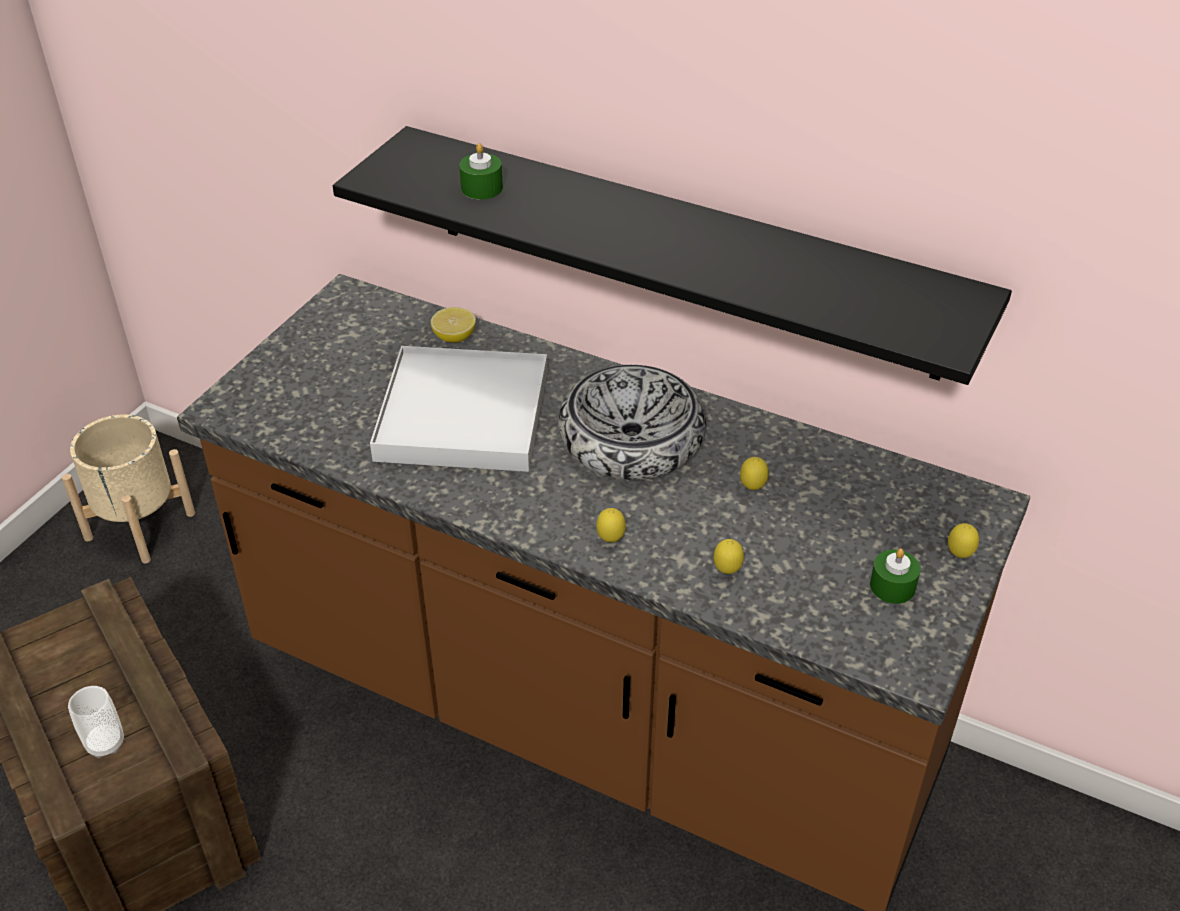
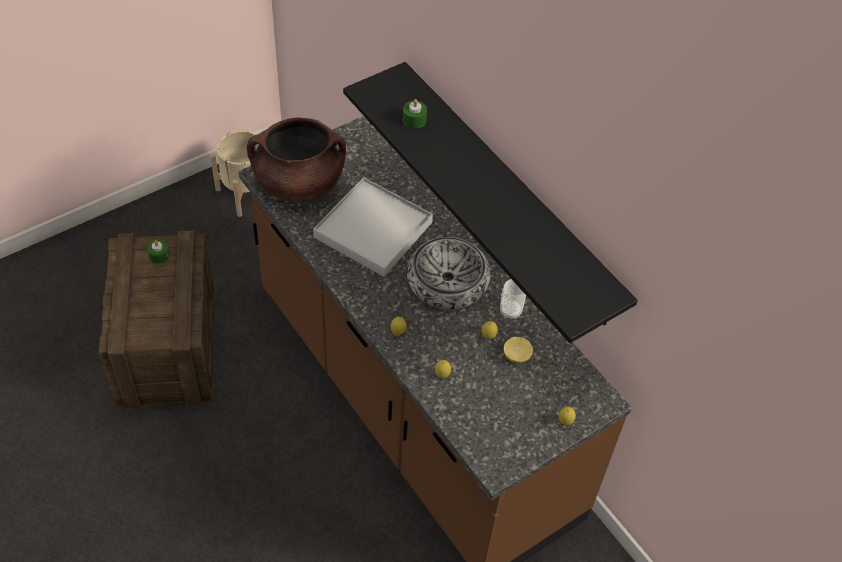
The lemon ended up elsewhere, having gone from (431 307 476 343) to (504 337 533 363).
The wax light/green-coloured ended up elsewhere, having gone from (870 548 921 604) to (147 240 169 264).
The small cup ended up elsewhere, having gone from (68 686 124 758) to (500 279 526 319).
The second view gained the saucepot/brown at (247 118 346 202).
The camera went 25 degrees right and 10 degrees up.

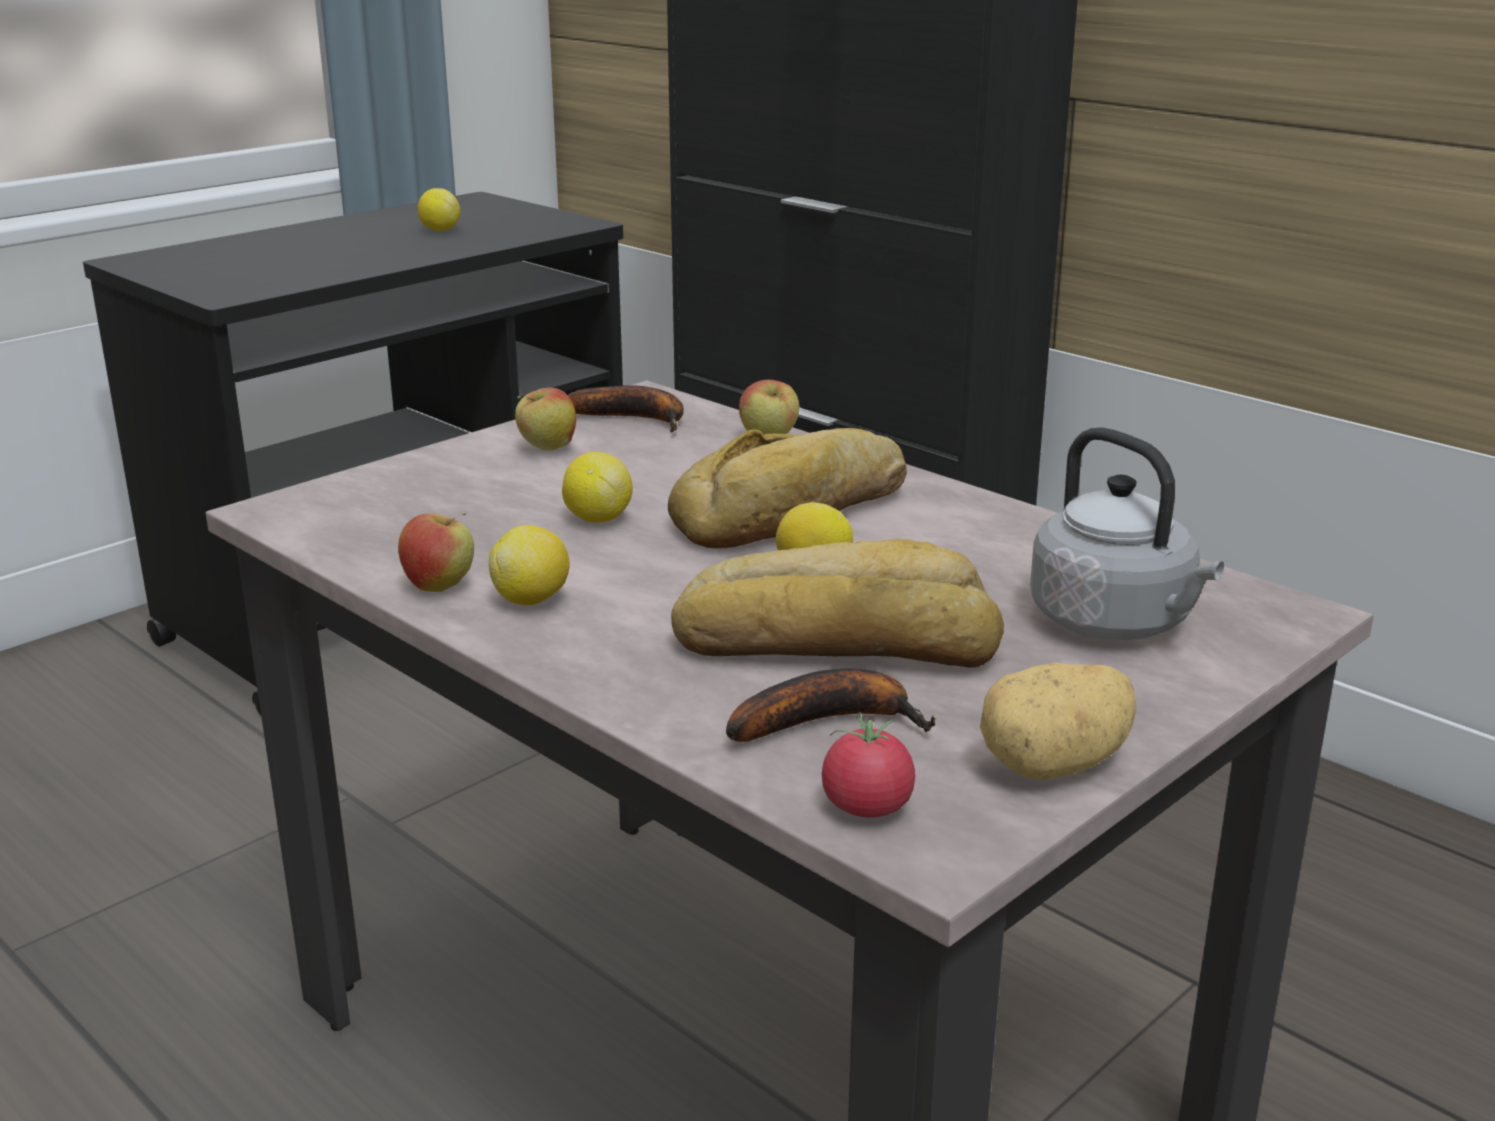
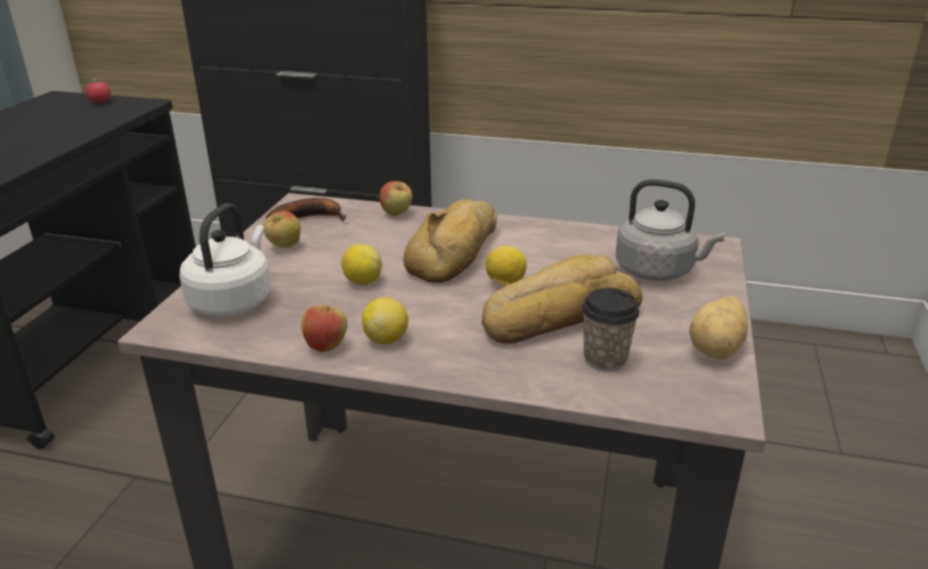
The second view lost the lemon at (418 188 460 231).
Where the whole banana stood at (726 668 936 742), the small cup came to stand at (582 288 640 371).
The tomato ended up elsewhere, having gone from (822 712 915 817) to (85 77 111 103).
The second view gained the tea kettle/whitish at (179 203 271 317).
The camera went 30 degrees left and 5 degrees up.

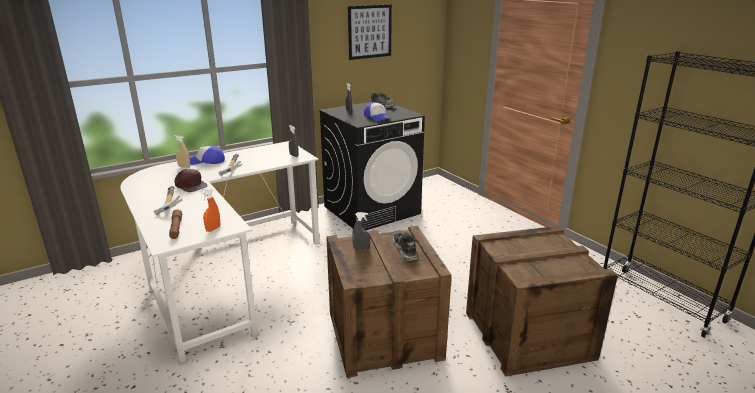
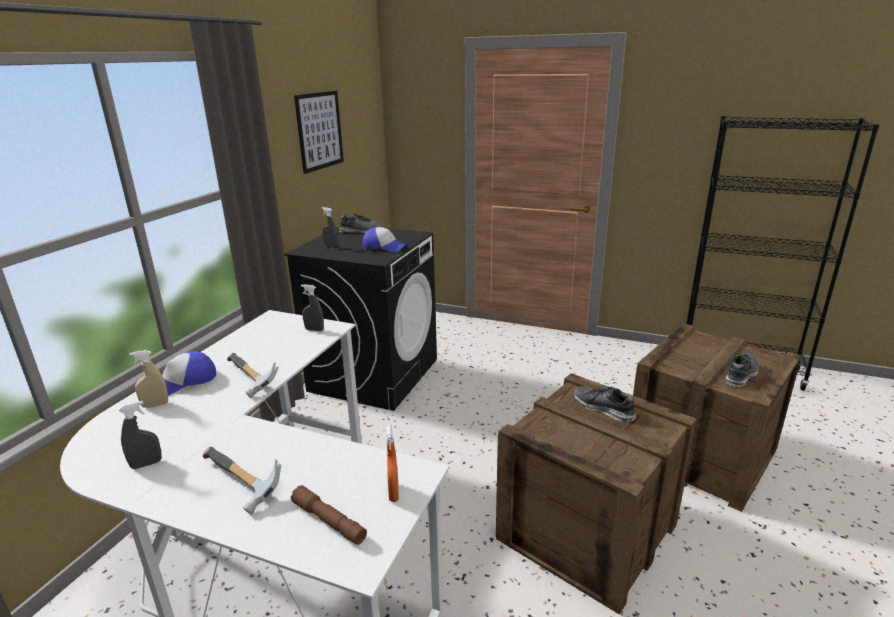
The second view lost the peaked cap/brown at (174 169 208 192).
The sprayer/greyish ended up elsewhere, having gone from (352 212 370 250) to (118 401 162 469).
The second view gained the shoe at (725 352 759 387).
The camera went 35 degrees left and 0 degrees up.

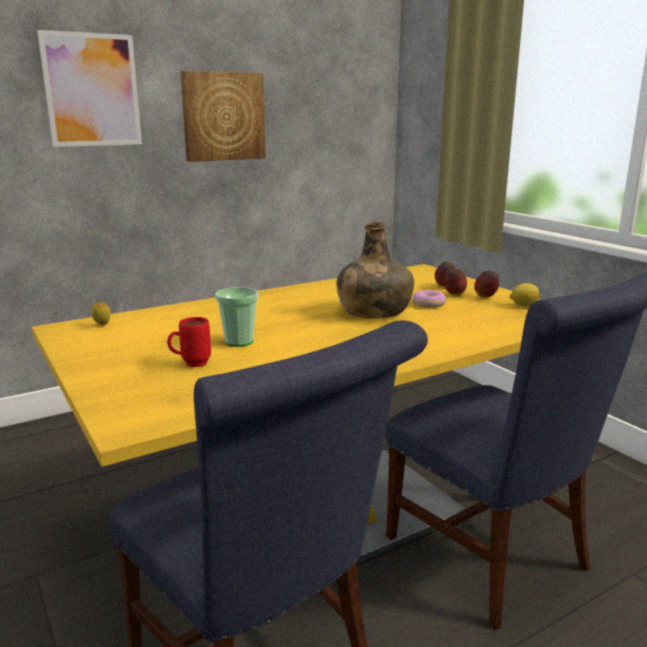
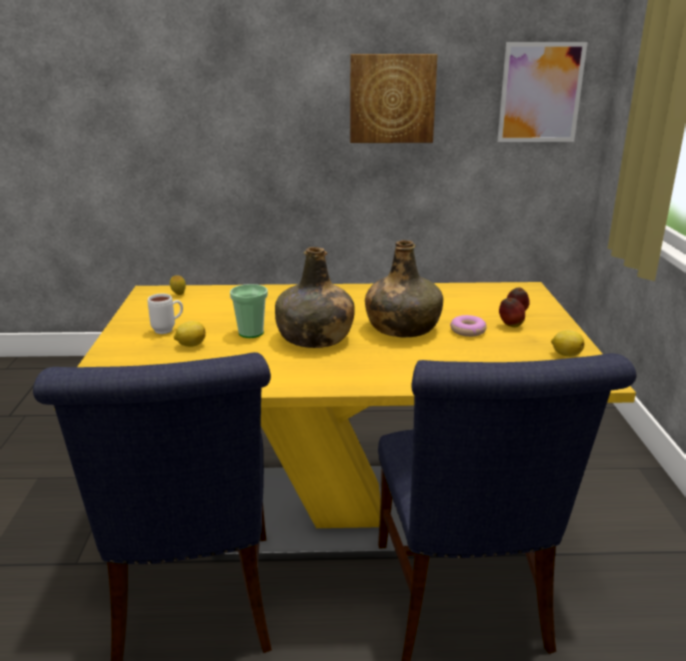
The picture ended up elsewhere, having gone from (37 30 142 147) to (497 42 587 142).
The second view lost the apple at (474 271 500 297).
Where the tea mug/red-coloured stood at (167 317 211 367), the lemon came to stand at (174 321 206 347).
The second view gained the drink bottle/green-coloured at (275 247 355 348).
The second view gained the tea mug/whitish at (148 294 183 334).
The camera went 30 degrees right and 5 degrees up.

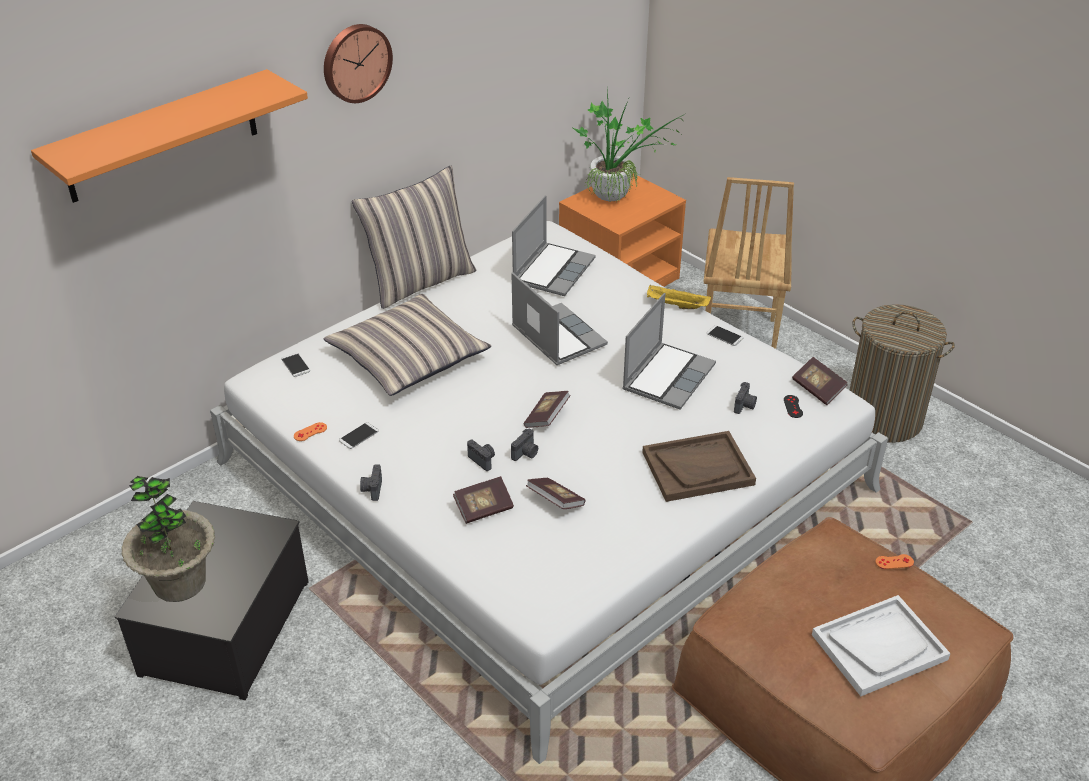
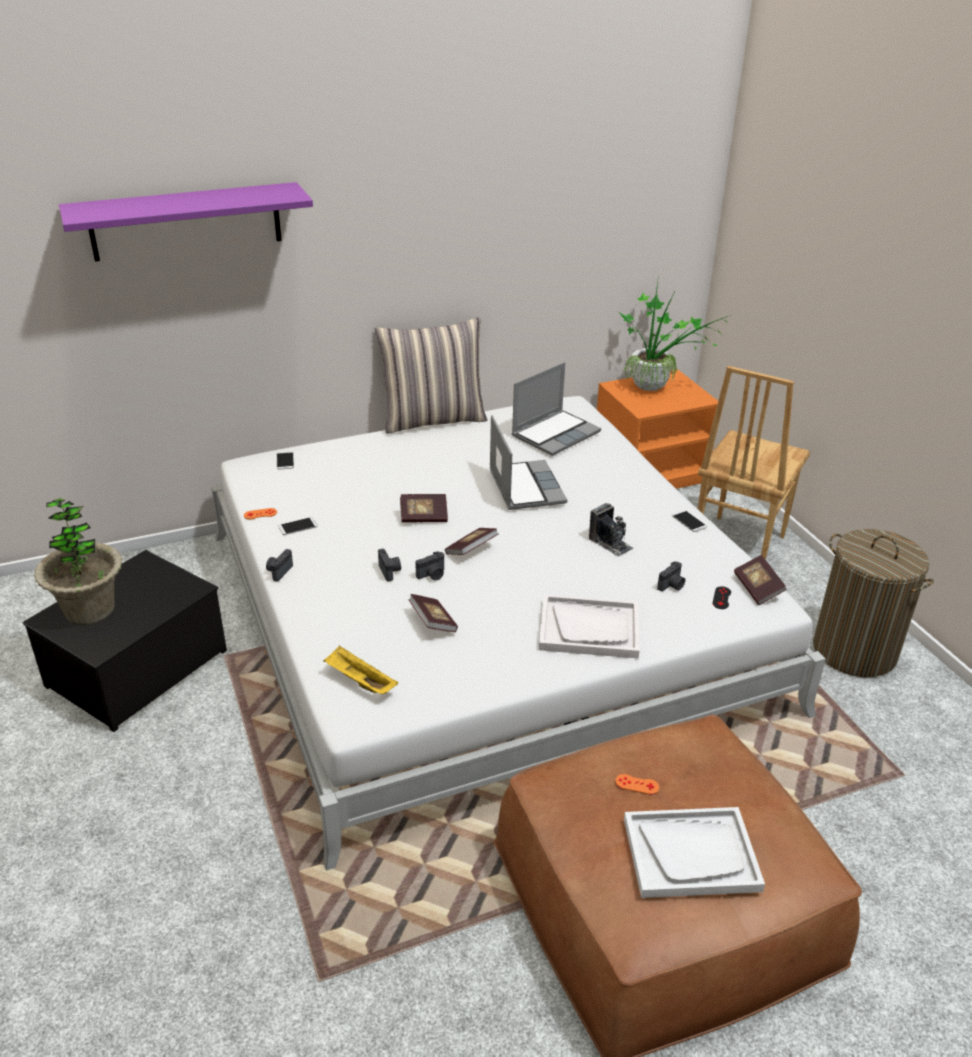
The second view lost the wall clock at (324 24 393 103).
What was the shelf/orange-coloured at (31 69 308 203) turned into the shelf/purple at (59 182 313 262).
The carrying tray/yellowish ended up elsewhere, having gone from (647 285 711 309) to (323 645 398 694).
Where the portable computer stood at (622 293 716 410), the still camera came to stand at (589 503 634 557).
The second view lost the pillow at (324 294 491 396).
What was the carrying tray/brown at (642 431 756 502) turned into the carrying tray/whitish at (539 594 640 658).
The book ended up elsewhere, having gone from (453 476 514 524) to (400 494 448 523).
The game controller/orange-coloured ended up elsewhere, having gone from (875 554 914 569) to (615 774 659 795).
The camera went 20 degrees right and 5 degrees down.

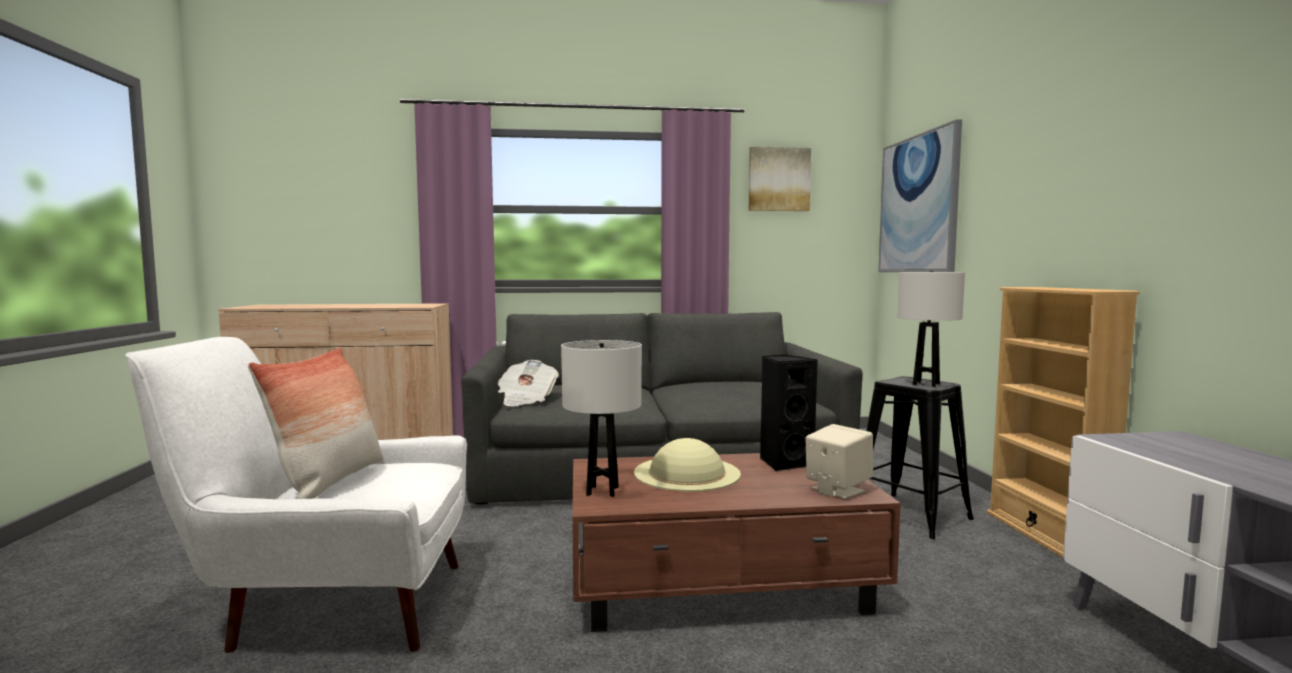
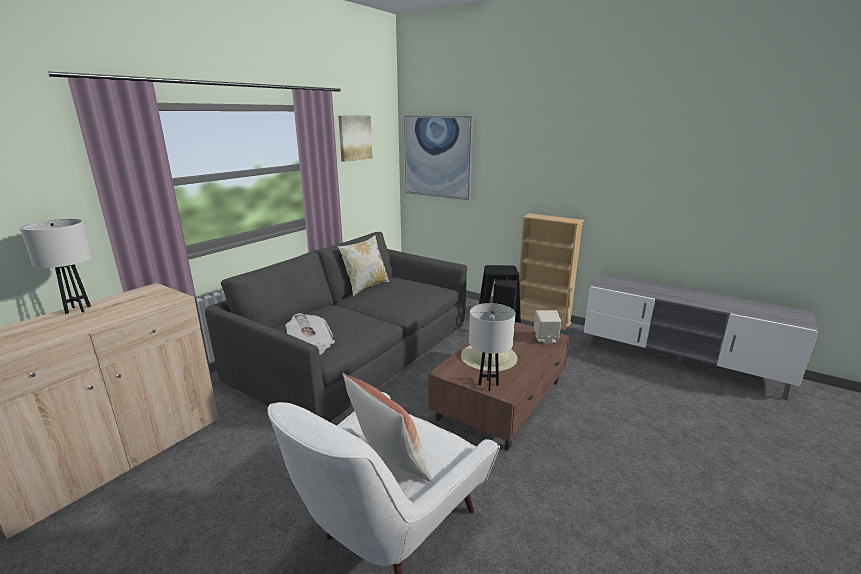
The table lamp/whitish ended up elsewhere, having gone from (898 271 965 387) to (20 219 92 314).
The second view gained the pillow at (338 235 389 296).
The camera went 50 degrees left and 15 degrees up.

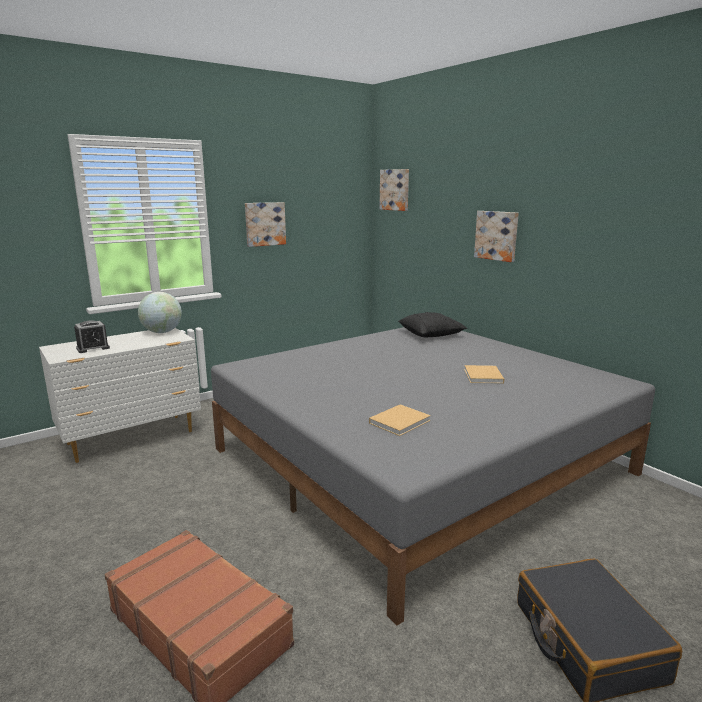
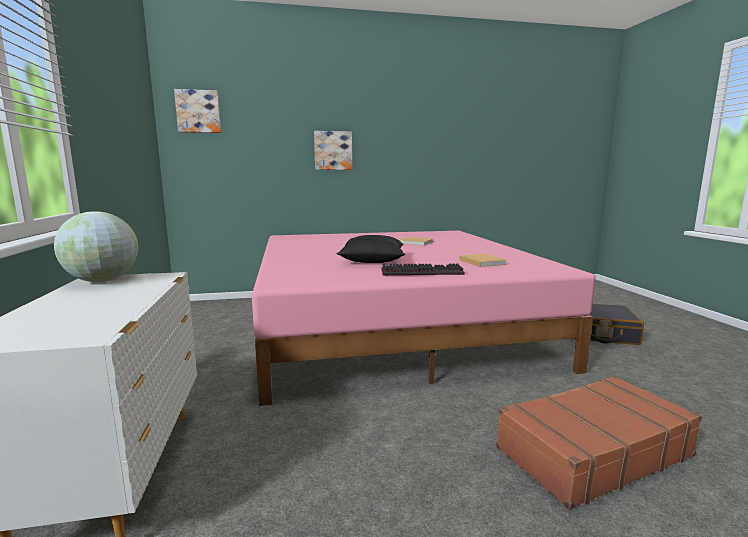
The second view lost the picture at (245 202 286 247).
The pillow/black-coloured ended up elsewhere, having gone from (398 312 467 337) to (336 235 405 263).
The second view lost the table clock at (74 320 110 353).
What was the sleeping bed/greyish at (211 327 655 626) turned into the sleeping bed/pink-coloured at (252 231 595 406).
The second view gained the computer keyboard at (381 263 465 275).
The camera went 65 degrees left and 5 degrees down.

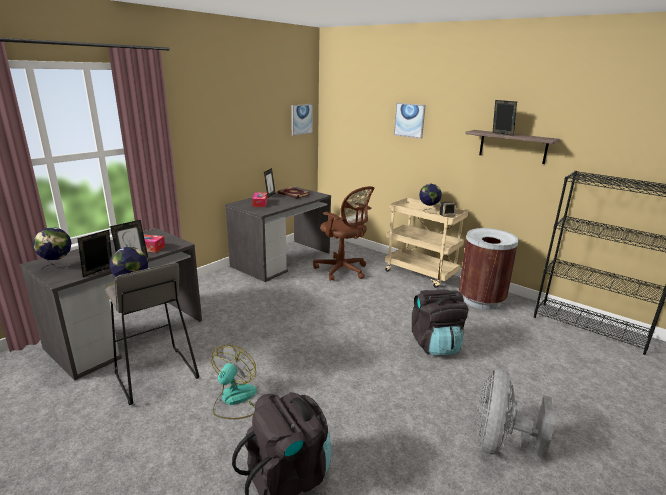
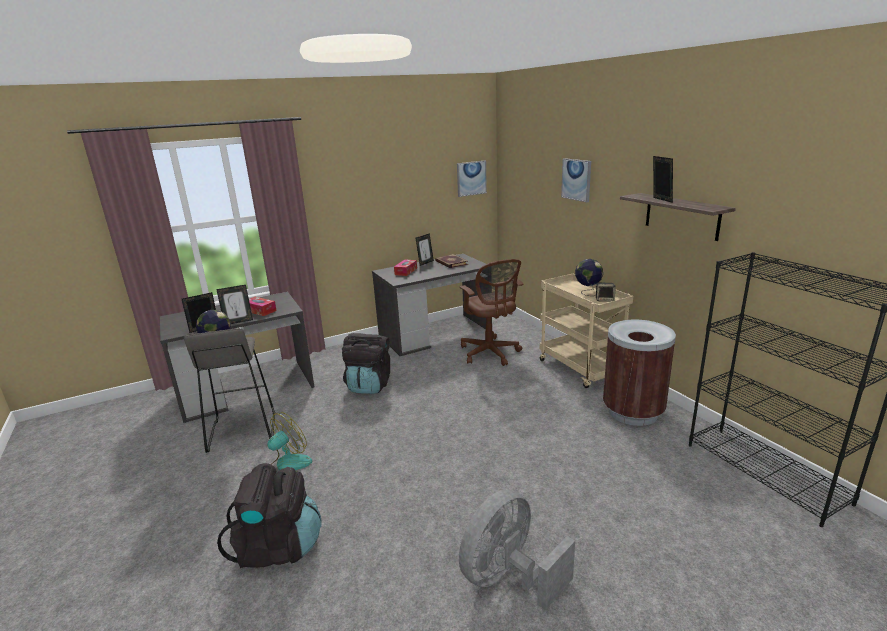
The second view lost the desk globe at (33 228 71 270).
The backpack/black-coloured ended up elsewhere, having gone from (412 289 468 355) to (342 333 390 394).
The camera went 25 degrees right and 0 degrees up.

